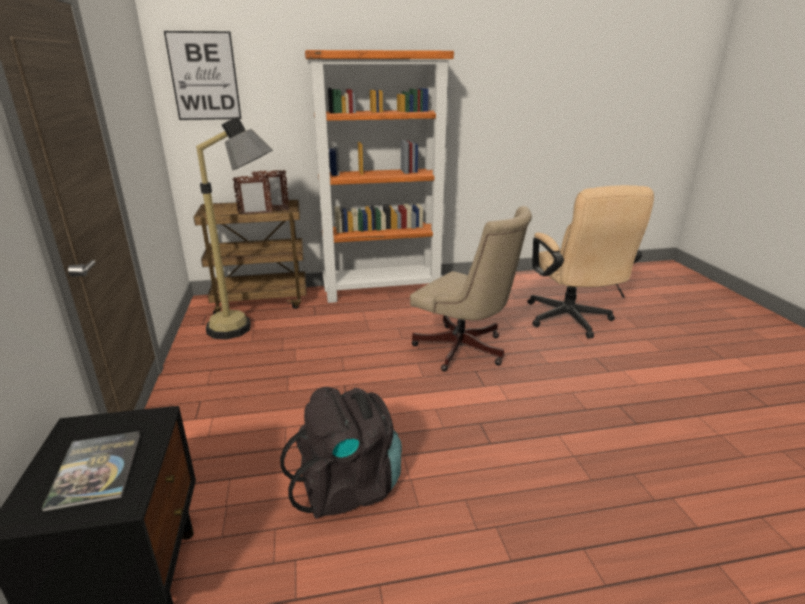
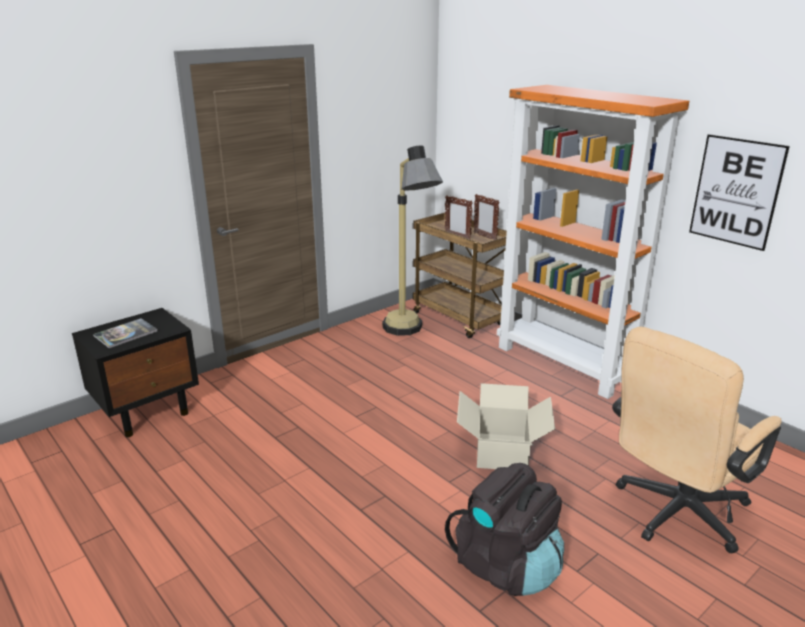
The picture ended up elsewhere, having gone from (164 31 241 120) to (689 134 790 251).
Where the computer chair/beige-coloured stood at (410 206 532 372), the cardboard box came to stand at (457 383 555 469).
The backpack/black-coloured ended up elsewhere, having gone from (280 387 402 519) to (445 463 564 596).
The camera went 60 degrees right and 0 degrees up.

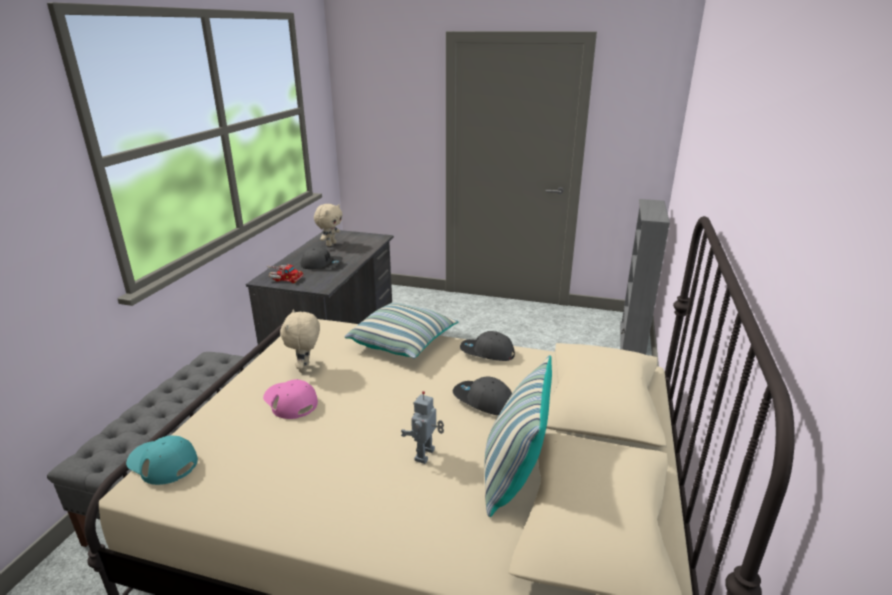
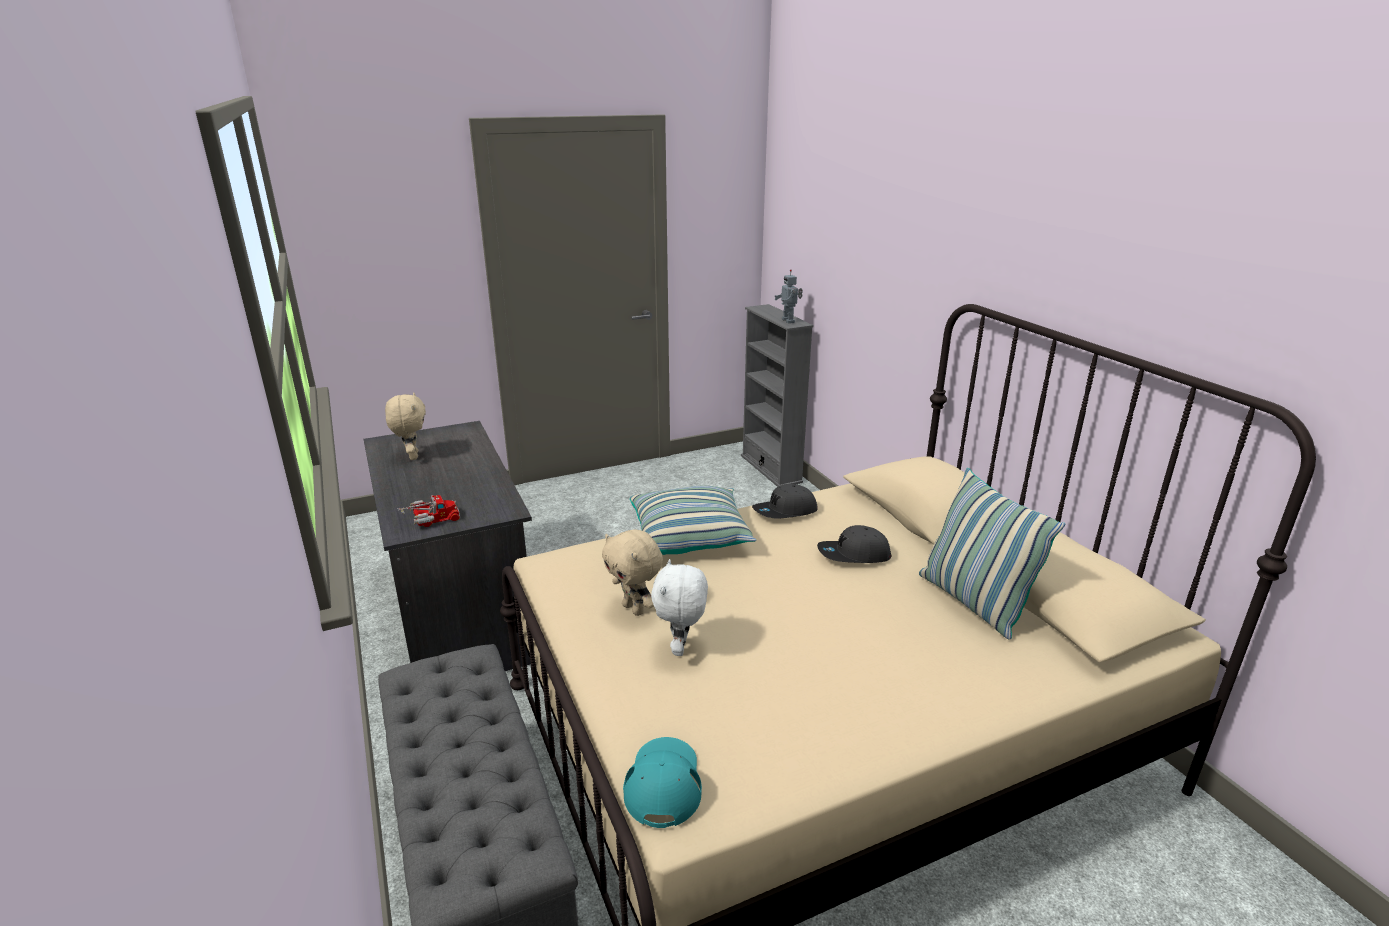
The second view lost the peaked cap/greyish at (301 247 343 269).
Where the peaked cap/pink-coloured stood at (263 379 318 419), the plush toy/whitish came to stand at (651 559 708 656).
The toy robot ended up elsewhere, having gone from (401 391 444 464) to (774 270 803 323).
The peaked cap/blue-green at (126 435 198 485) ended up facing another way, 105 degrees clockwise from before.
The camera went 40 degrees left and 0 degrees up.

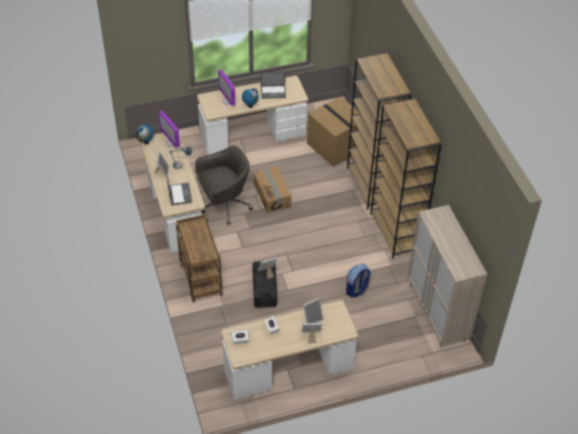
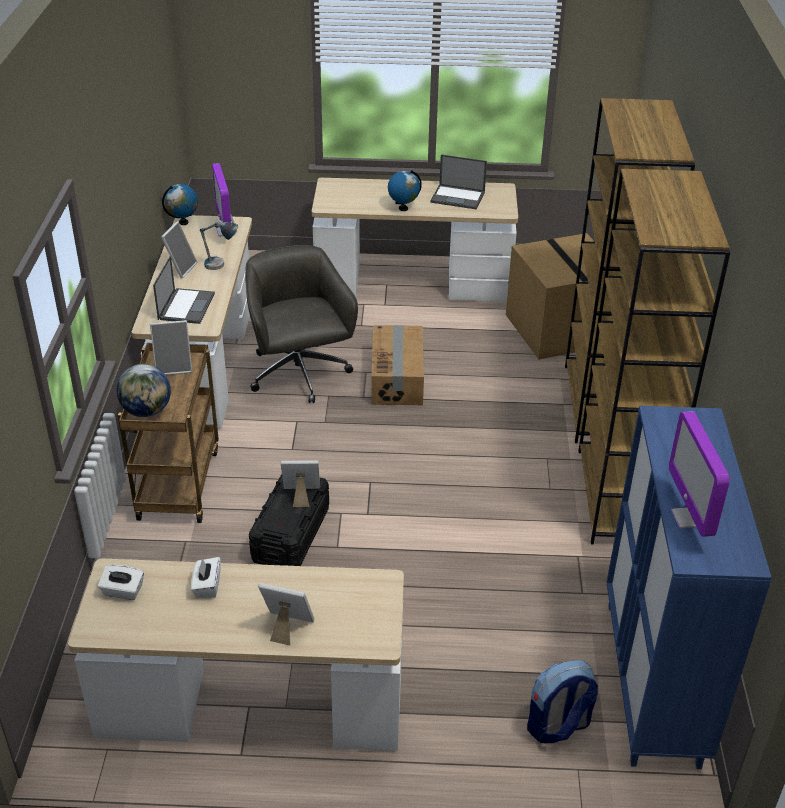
The computer screen ended up elsewhere, having gone from (218 69 235 106) to (669 411 730 537).
The computer chair/greyish at (195 146 253 225) ended up facing another way, 105 degrees counterclockwise from before.
What was the storage cabinet/beige-coloured at (408 205 487 348) turned into the storage cabinet/bluish at (606 406 772 769).
The backpack ended up elsewhere, having gone from (346 263 371 297) to (527 660 598 743).
The picture frame ended up elsewhere, having gone from (303 298 323 323) to (150 320 192 375).
The second view gained the desk globe at (117 364 171 417).
The camera went 20 degrees right and 10 degrees down.

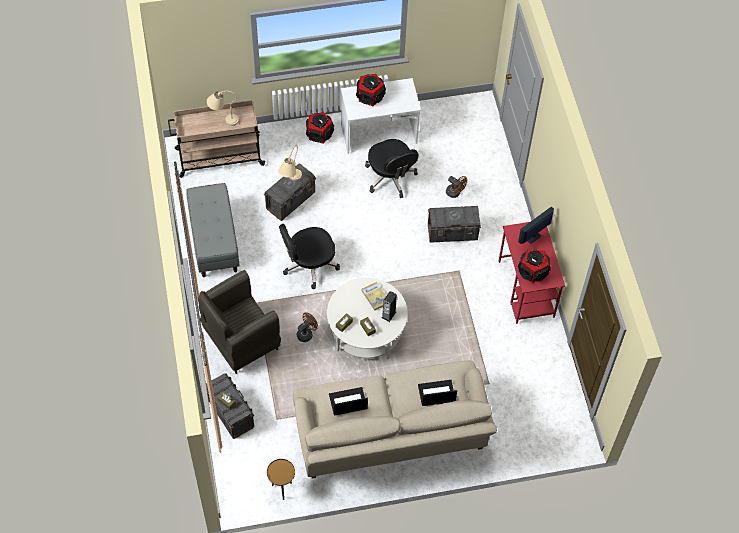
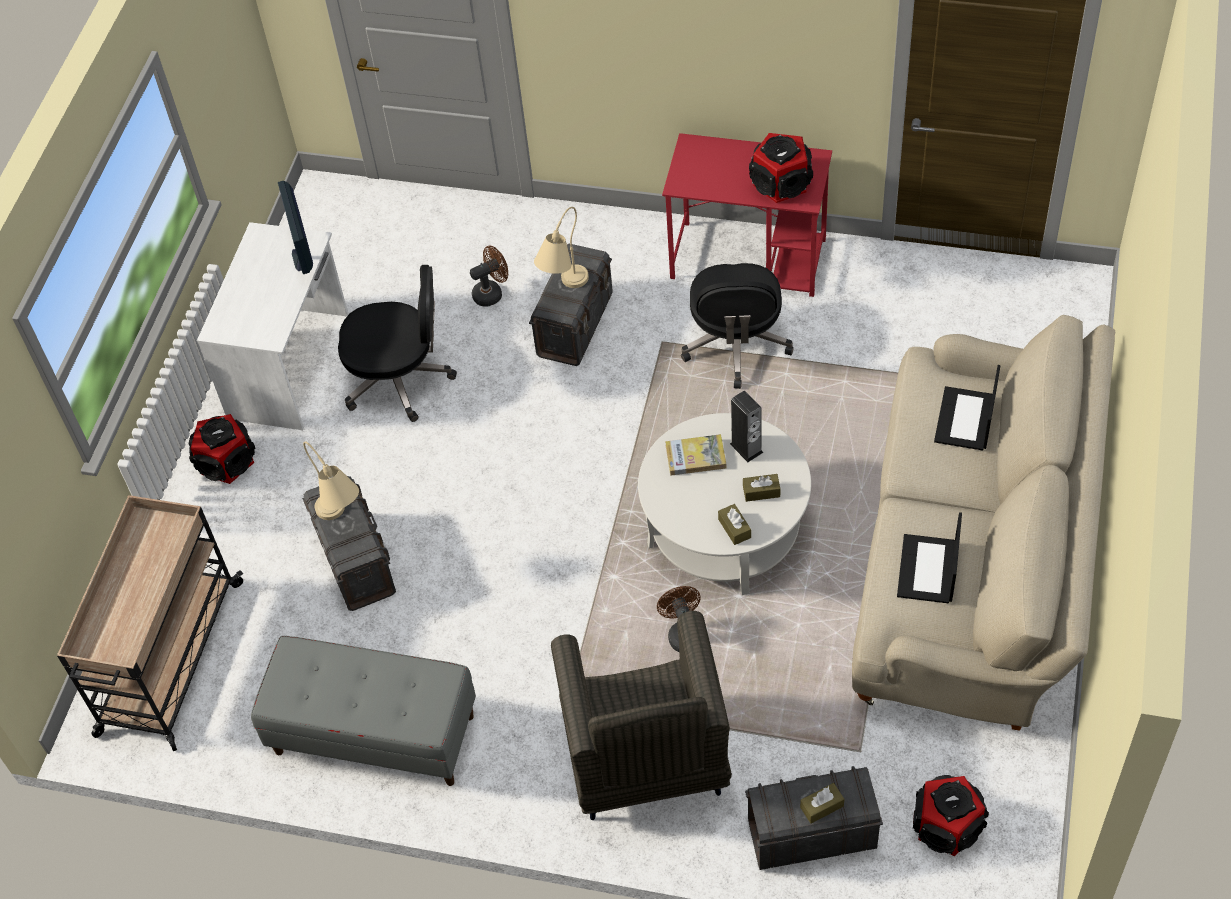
The audio speaker ended up elsewhere, having gone from (356 74 386 106) to (913 775 989 856).
The table lamp/beige-coloured ended up elsewhere, having gone from (207 91 239 126) to (534 207 589 288).
The computer screen ended up elsewhere, having gone from (518 207 554 244) to (278 181 313 274).
The computer chair/black-coloured ended up elsewhere, having gone from (279 224 340 289) to (681 263 794 389).
The second view lost the end table/brown at (267 459 295 500).
The camera went 60 degrees left and 5 degrees down.

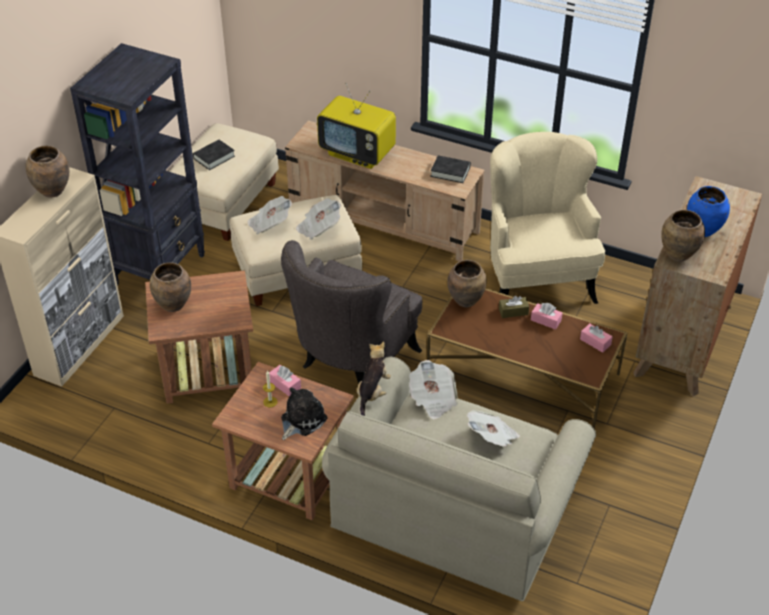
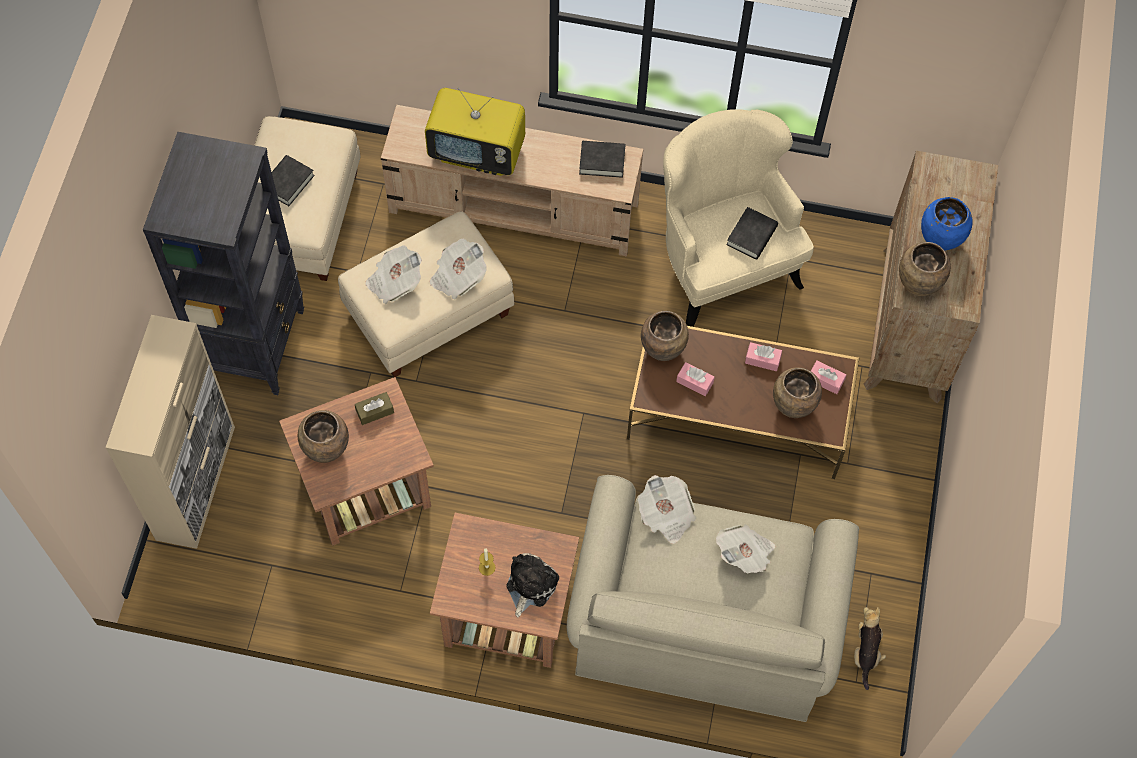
The flower vase/brown ended up elsewhere, having gone from (26 145 69 198) to (773 367 822 418).
The second view lost the easy chair/greyish at (281 240 423 384).
The tissue holder/brown ended up elsewhere, having gone from (499 296 529 318) to (355 392 394 425).
The plush toy ended up elsewhere, having gone from (357 341 391 416) to (854 607 886 690).
The tissue holder/pink-coloured ended up elsewhere, having gone from (269 365 301 397) to (676 362 715 396).
The second view gained the book/black-coloured at (726 207 778 259).
The camera went 15 degrees left and 20 degrees up.

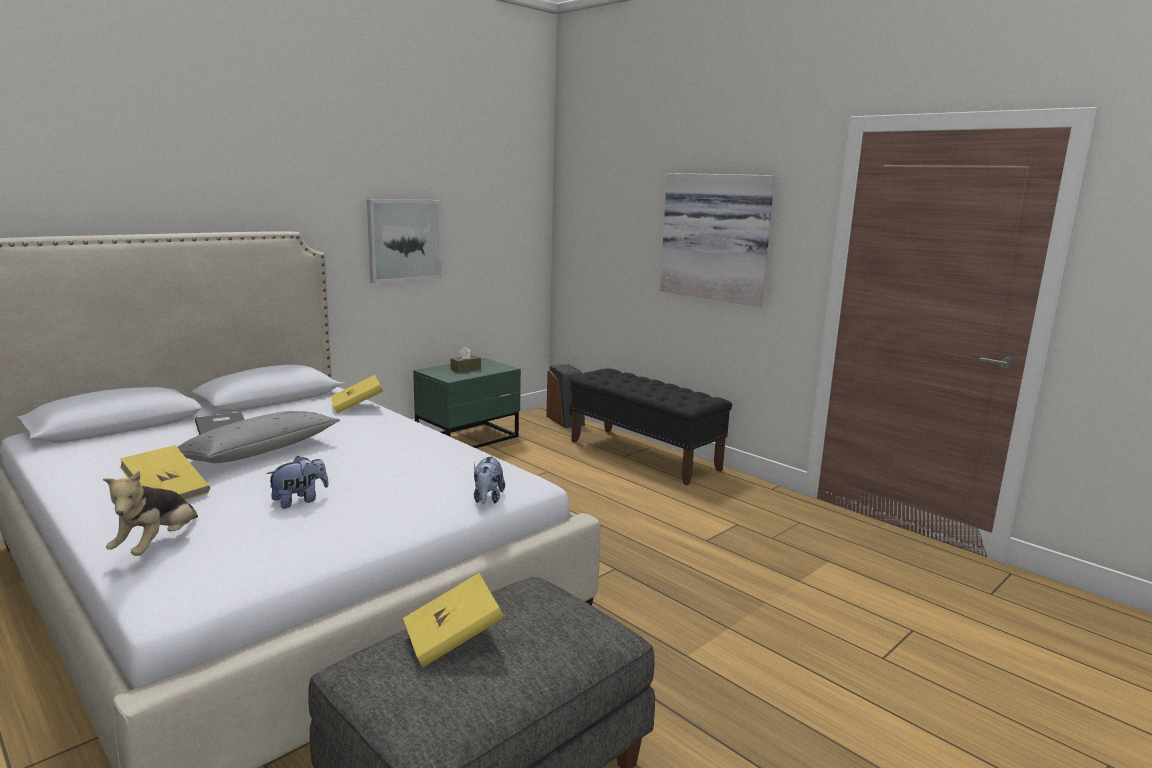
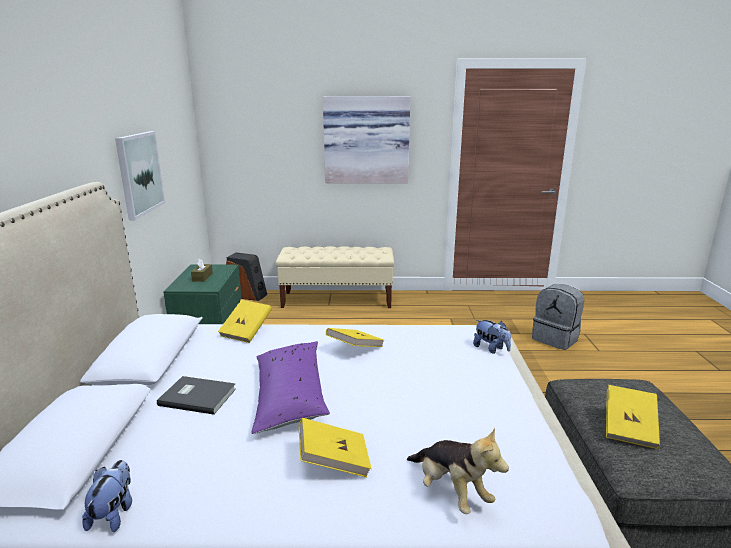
What was the bench/black-coloured at (570 368 732 485) turned into the bench/beige-coloured at (276 246 394 308).
What was the pillow/greyish at (177 411 340 463) turned into the pillow/purple at (251 341 330 434).
The plush toy ended up elsewhere, having gone from (266 456 329 509) to (82 460 132 532).
The second view gained the backpack/greyish at (532 284 584 350).
The second view gained the book/yellowish at (326 328 384 347).
The camera went 45 degrees left and 5 degrees up.

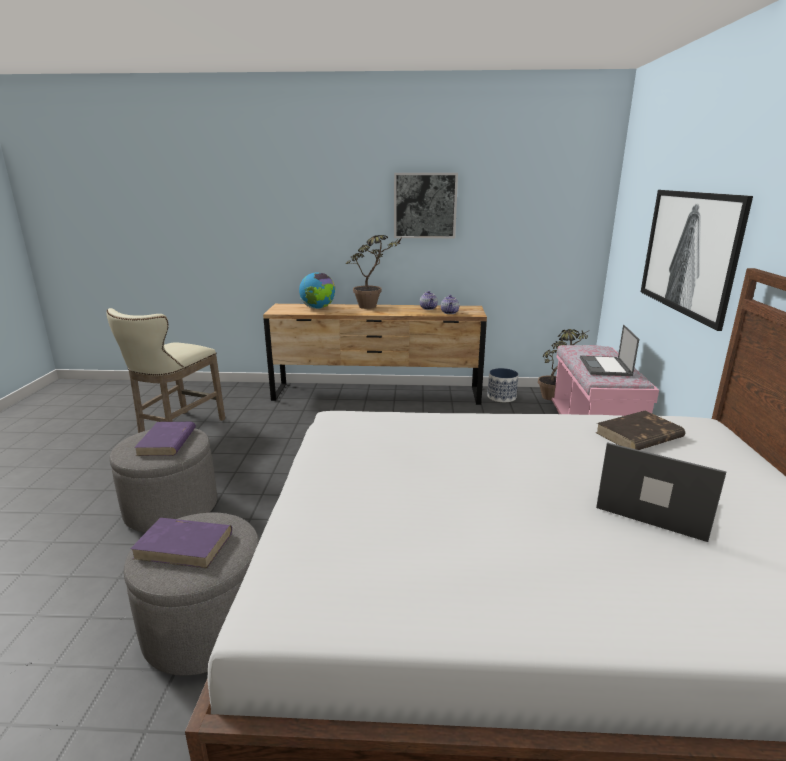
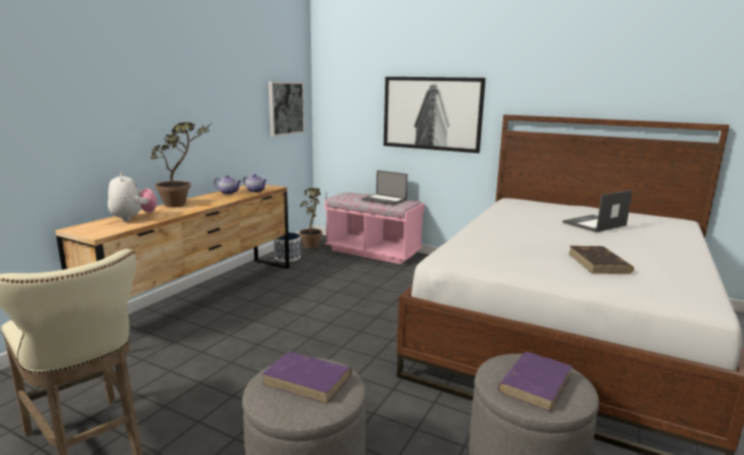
The picture ended up elsewhere, having gone from (394 173 458 239) to (268 81 305 137).
Where the desk globe stood at (299 272 335 309), the plush toy came to stand at (108 173 157 222).
The book/brown ended up elsewhere, having gone from (596 411 685 450) to (568 246 634 274).
The camera went 65 degrees left and 5 degrees down.

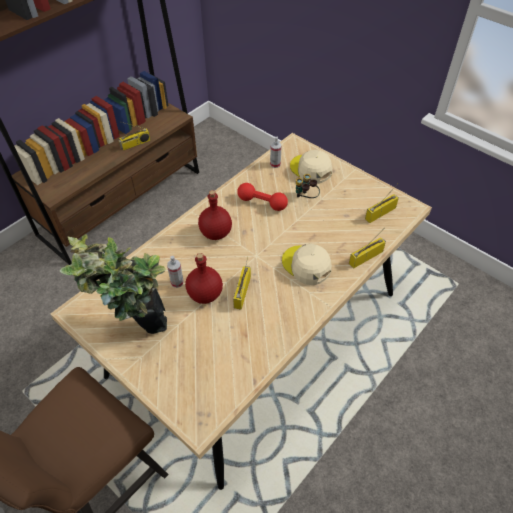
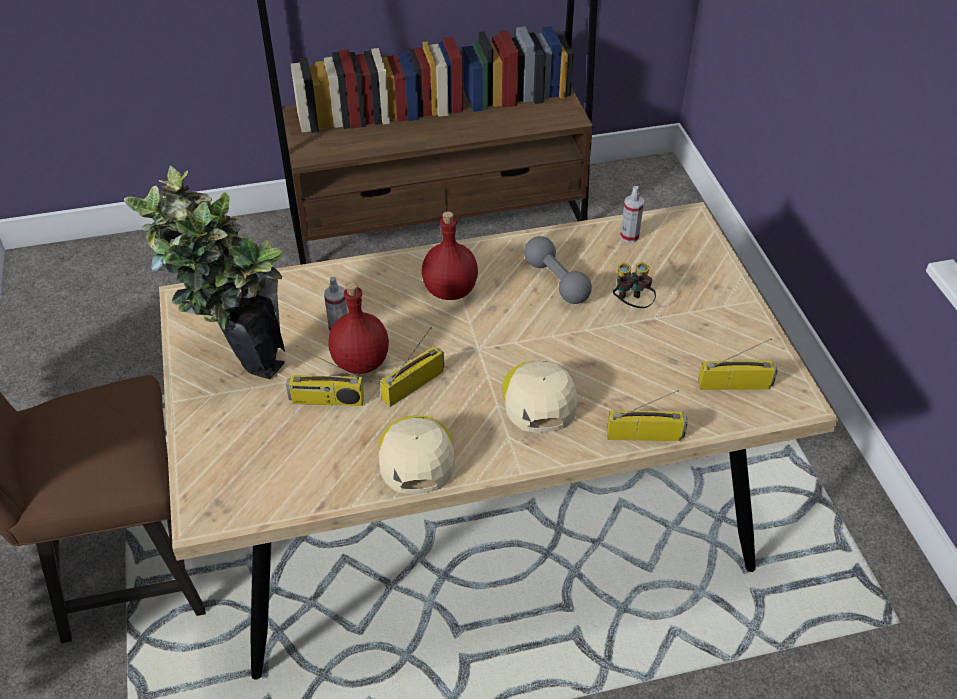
The radio set ended up elsewhere, having gone from (118 122 150 150) to (286 346 364 406).
The peaked cap/beige-coloured ended up elsewhere, having gone from (290 150 332 184) to (379 415 455 494).
What was the hand weight/red-coloured at (237 183 288 211) turned into the hand weight/greyish at (524 236 592 304).
The camera went 35 degrees right and 5 degrees down.

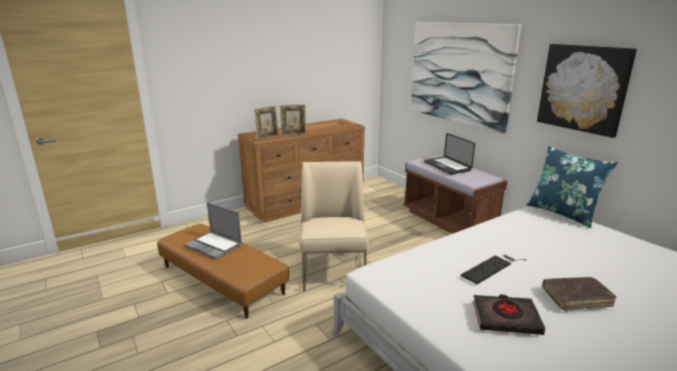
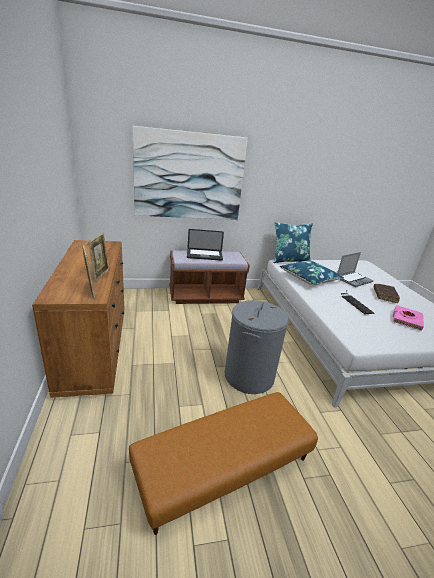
The second view lost the picture at (537 44 637 138).
Where the plain chair/beige-coloured stood at (299 161 369 291), the laundry basket/greyish came to stand at (225 300 288 394).
The portable computer ended up elsewhere, having gone from (185 202 242 259) to (337 252 374 287).
What was the book/black-coloured at (473 294 545 335) turned into the book/pink-coloured at (393 305 424 331).
The second view gained the pillow/bluish at (279 260 344 285).
The camera went 70 degrees left and 5 degrees up.

